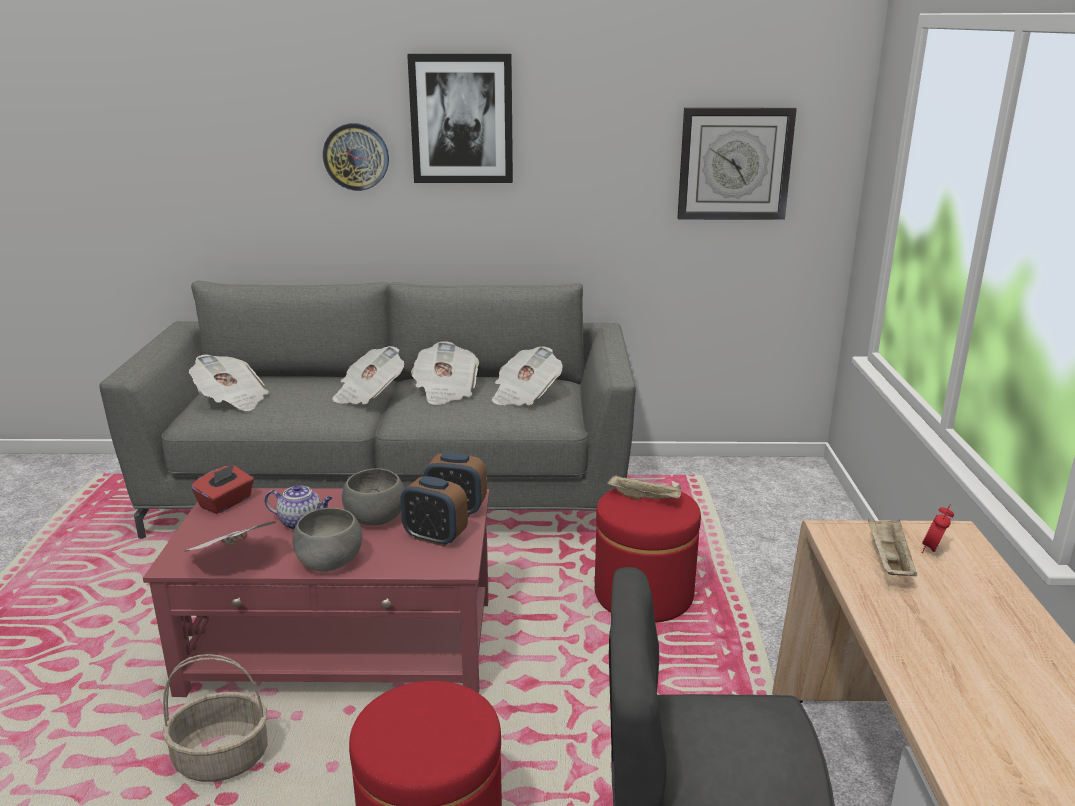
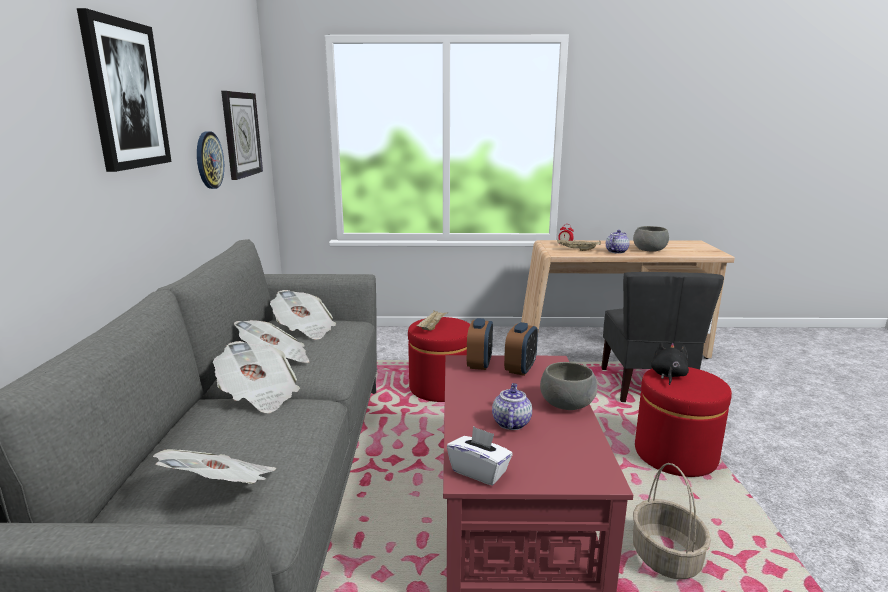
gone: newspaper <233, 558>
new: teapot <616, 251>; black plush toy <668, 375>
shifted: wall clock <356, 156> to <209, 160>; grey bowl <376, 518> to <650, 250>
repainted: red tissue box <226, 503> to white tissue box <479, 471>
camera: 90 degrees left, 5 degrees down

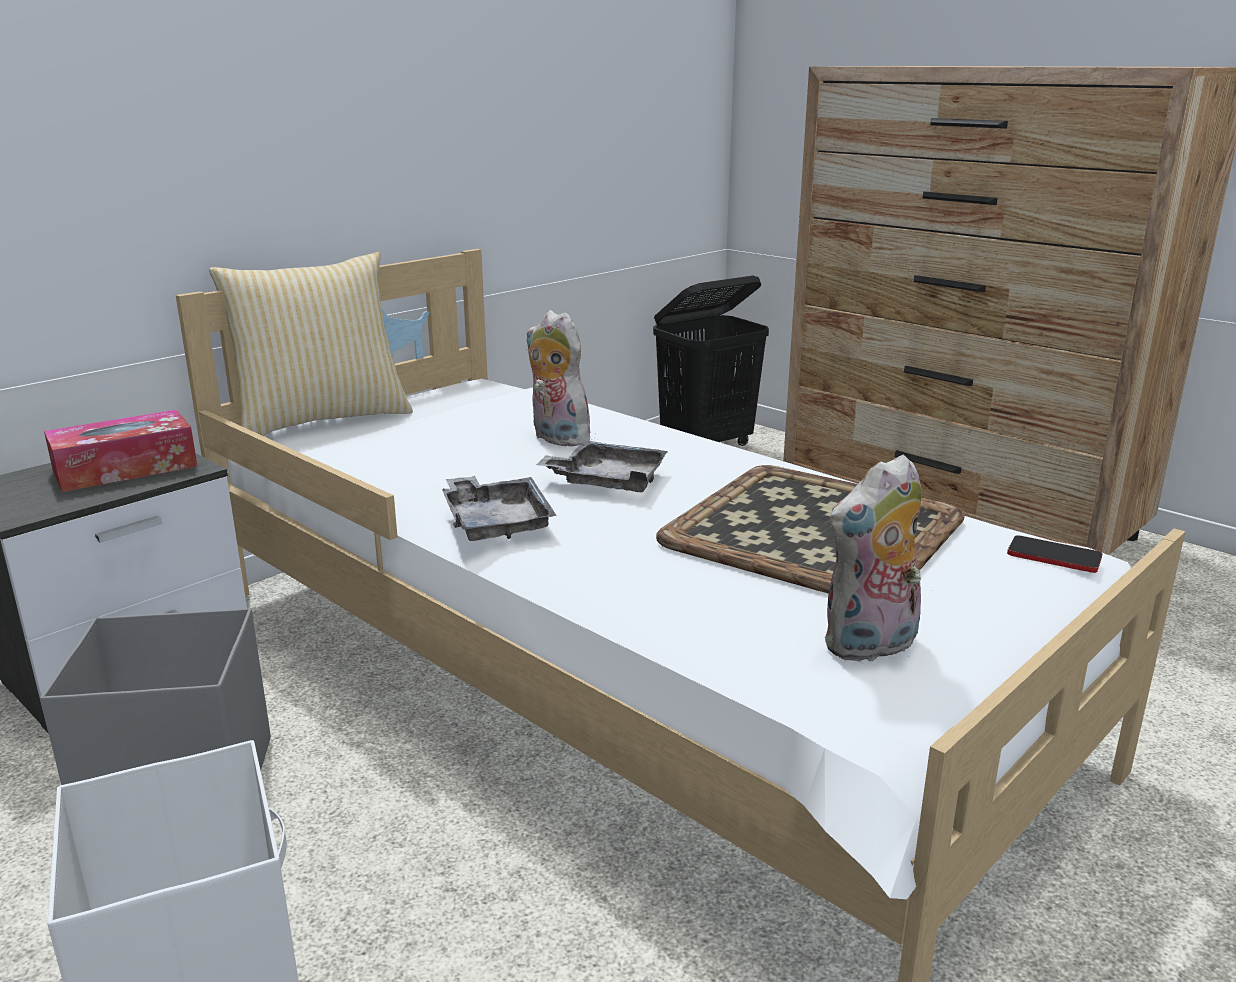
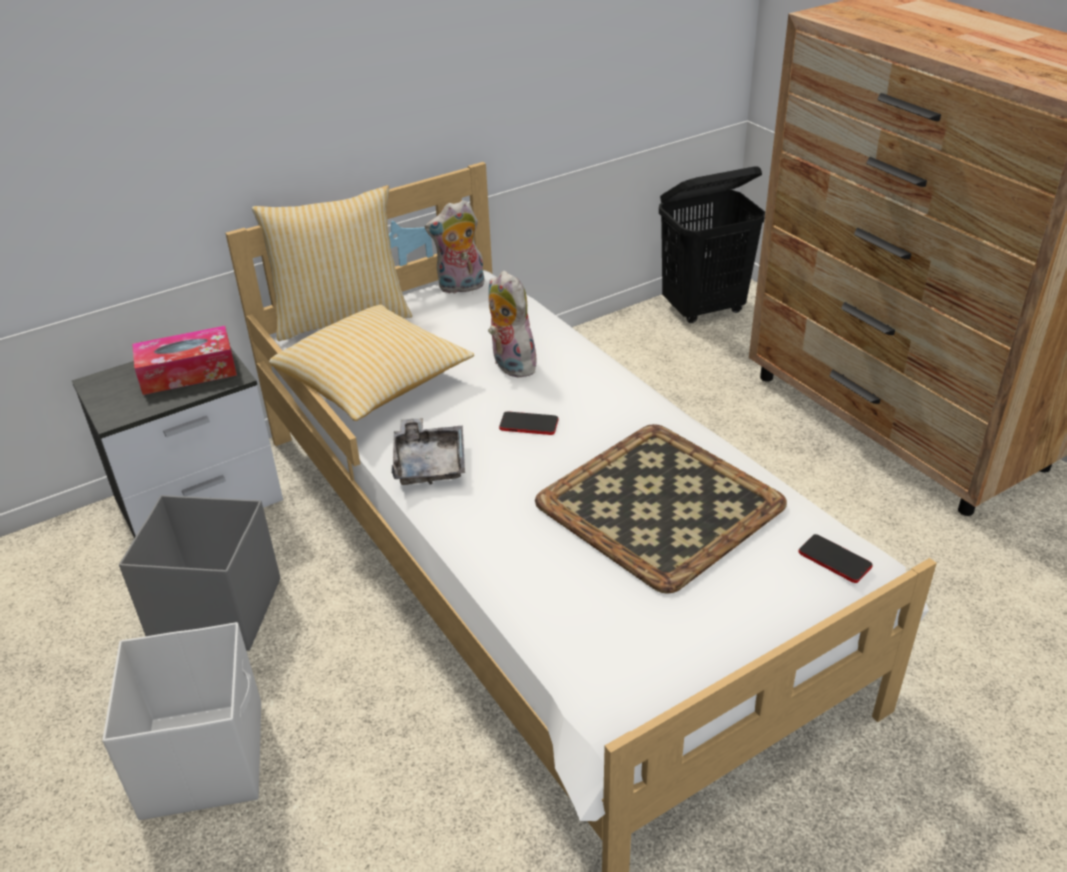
new: pillow <374, 384>
shifted: plush toy <871, 647> to <460, 287>
swapped: grey tray <607, 481> to phone <529, 424>
camera: 15 degrees right, 15 degrees up

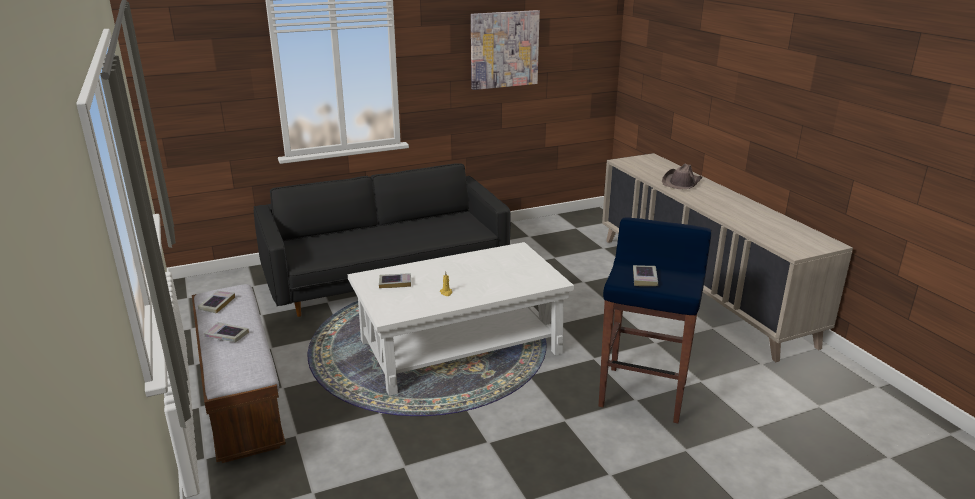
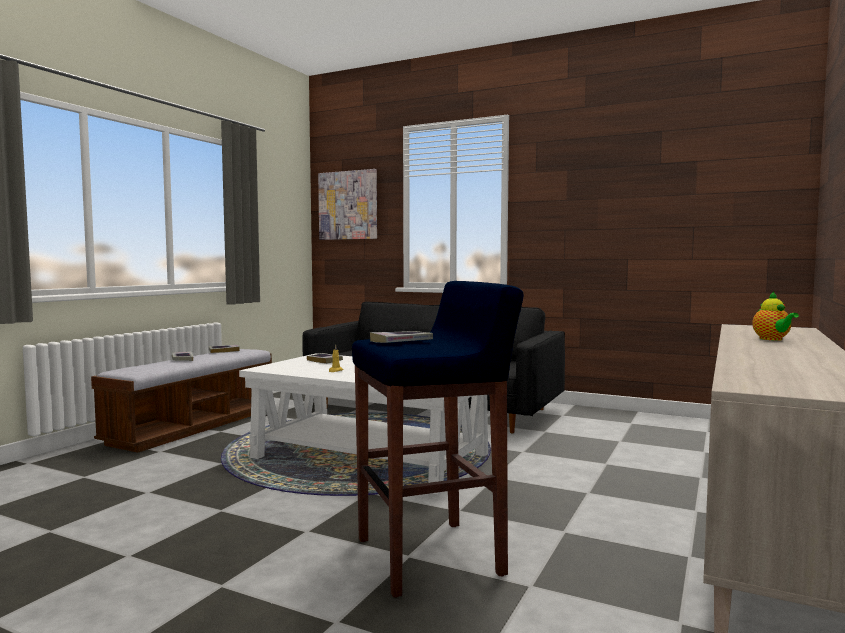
shifted: picture <504, 49> to <348, 205>
swapped: brown hat <681, 182> to teapot <772, 339>
camera: 50 degrees right, 20 degrees down

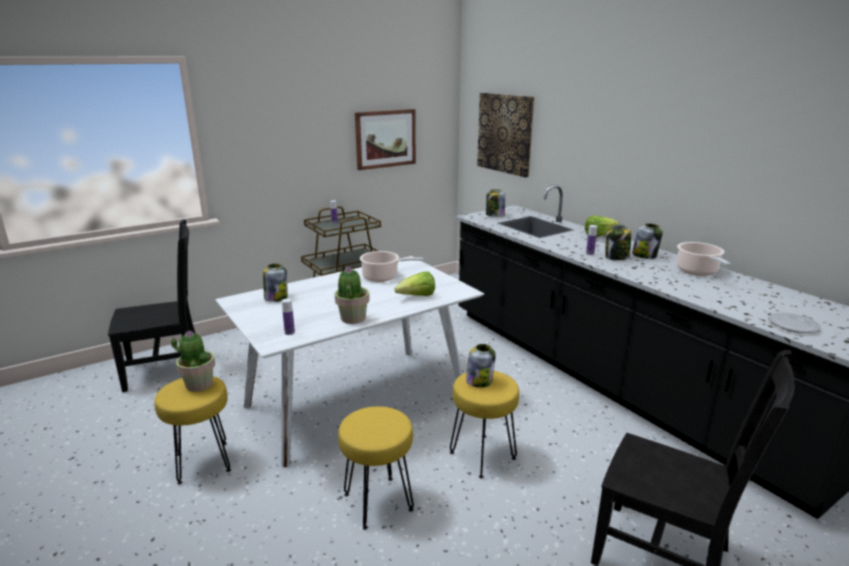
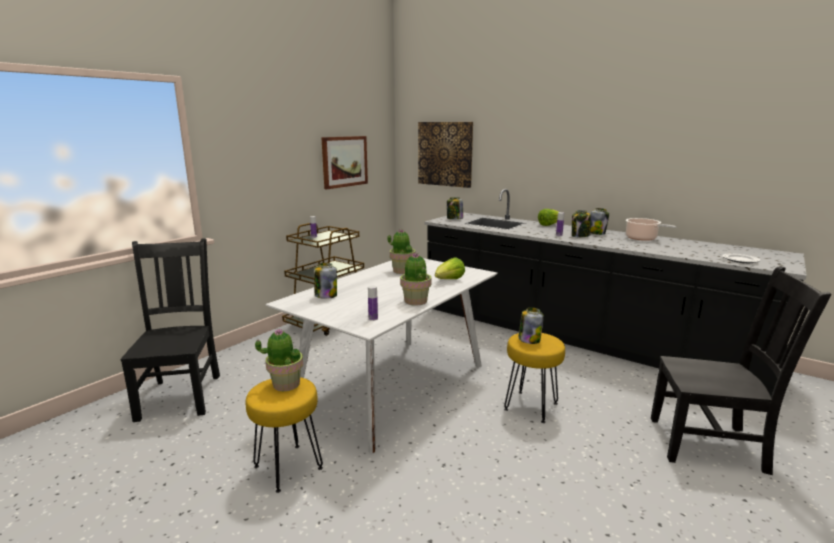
gone: yellow stool <378, 502>
swapped: cooking pot <382, 277> to potted plant <402, 271>
rotated: black chair <168, 369> = <181, 395> 60 degrees counterclockwise
camera: 20 degrees left, 5 degrees down

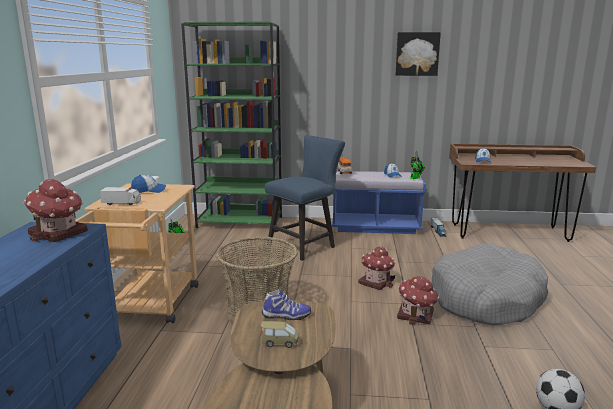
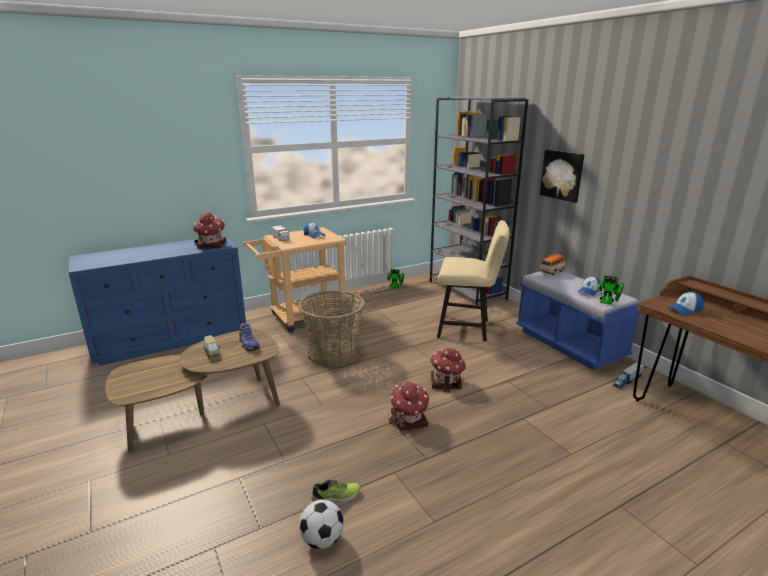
gone: grey dog bed <486, 299>
new: shoe <336, 496>
shifted: picture <417, 54> to <562, 175>
repainted: green bookcase <240, 222> to grey bookcase <467, 290>; blue chair <305, 245> to beige chair <468, 328>
camera: 55 degrees right, 5 degrees up

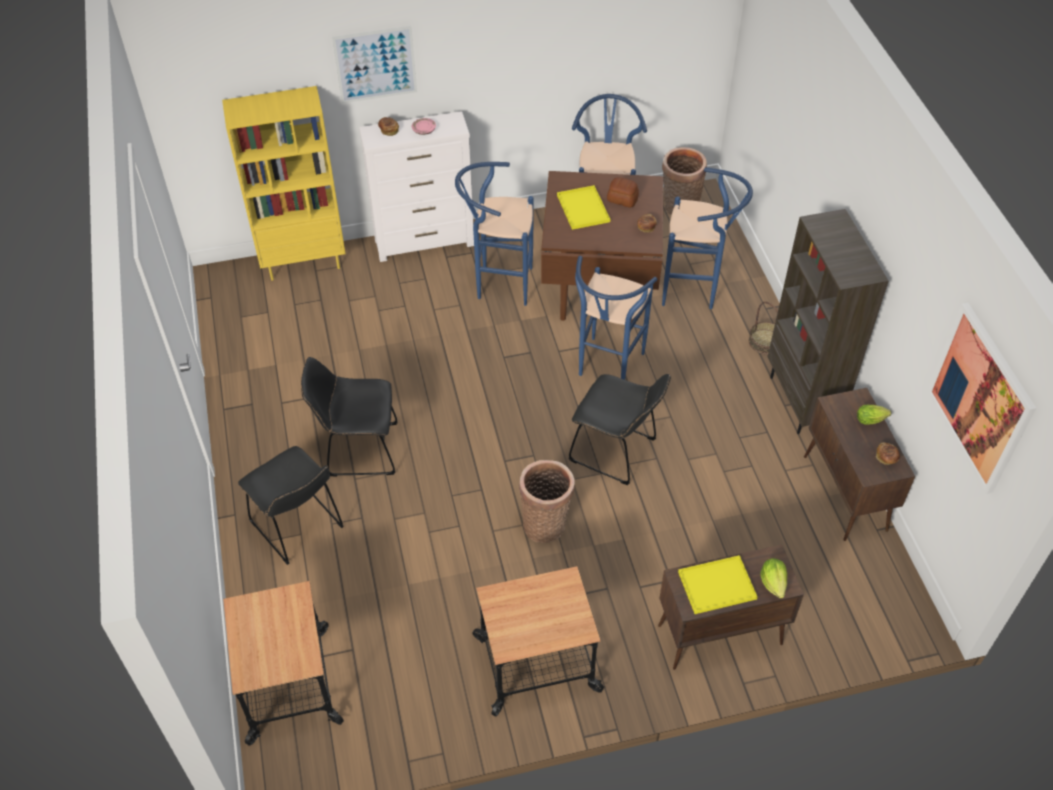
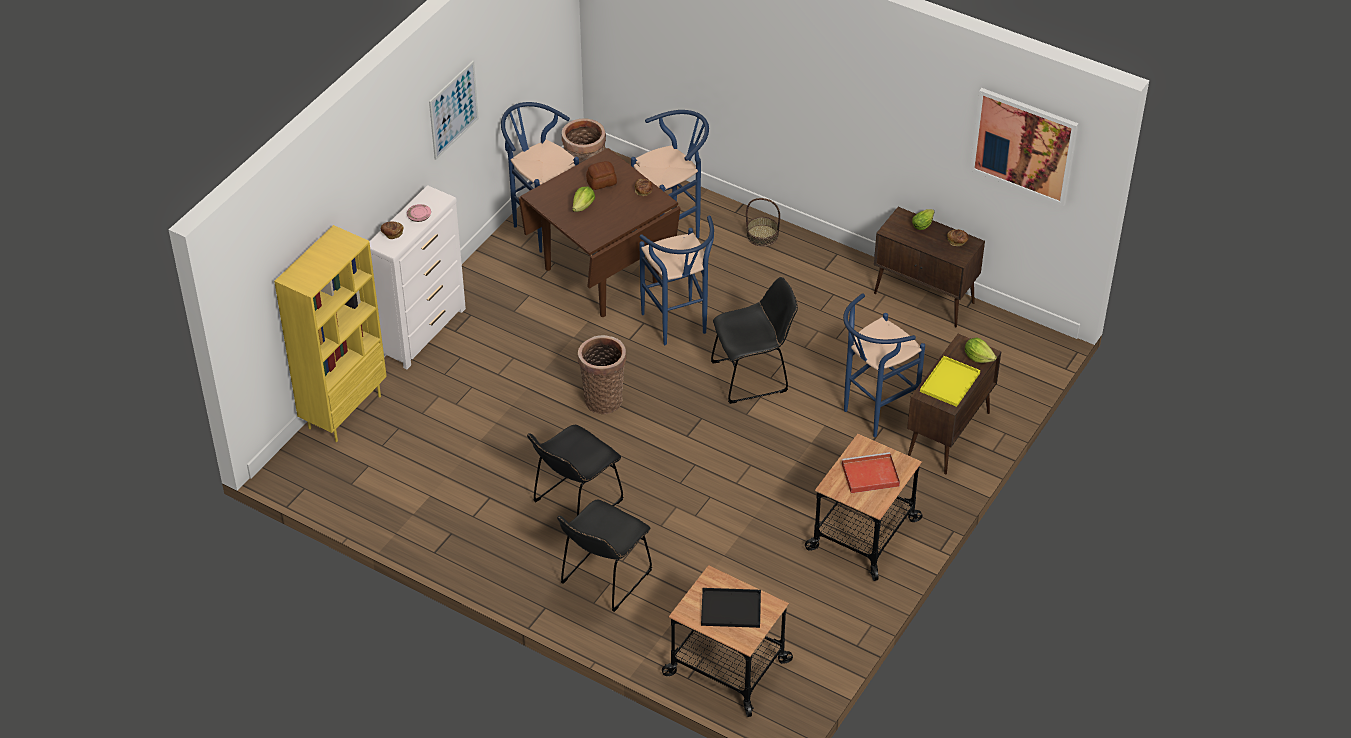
gone: brown bookcase <802, 402>
new: black tray <729, 609>; red tray <869, 475>
shifted: picture <375, 64> to <453, 110>; basket <546, 523> to <603, 398>; blue stool <498, 284> to <873, 415>
swapped: yellow tray <584, 209> to lettuce <583, 206>
rotated: black chair <299, 528> = <603, 580> 120 degrees clockwise
camera: 45 degrees left, 5 degrees down

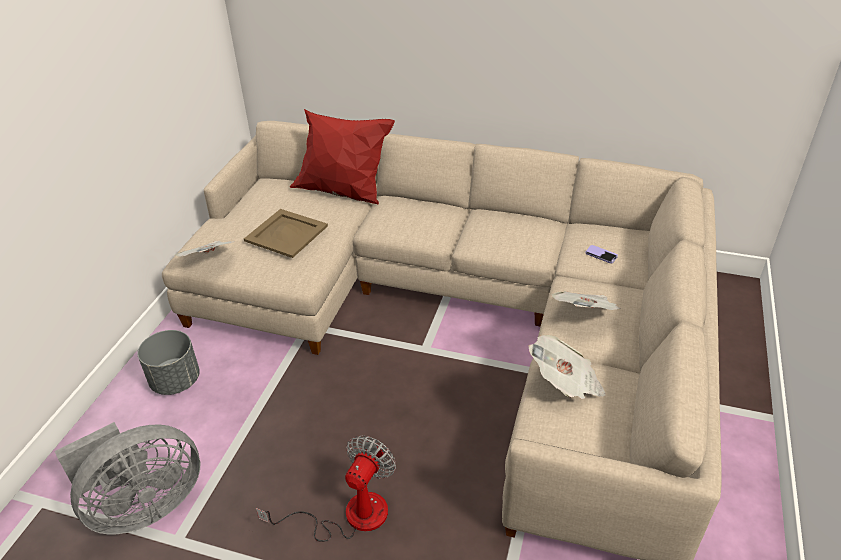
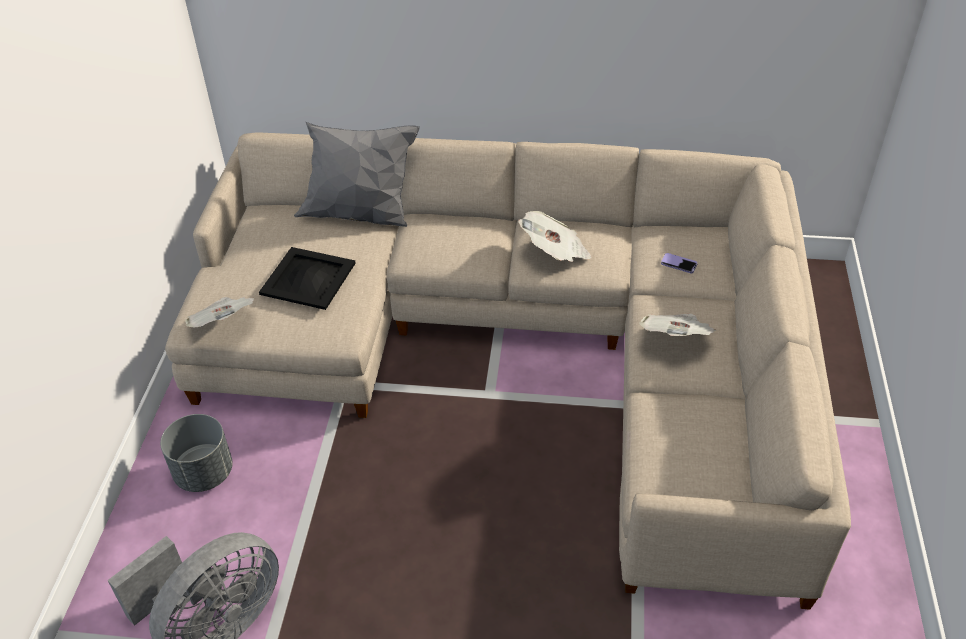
gone: fan <350, 515>
shifted: newspaper <565, 383> to <555, 252>
repainted: beige tray <286, 233> to black tray <307, 278>; red pillow <344, 193> to grey pillow <361, 216>
camera: 10 degrees left, 5 degrees up

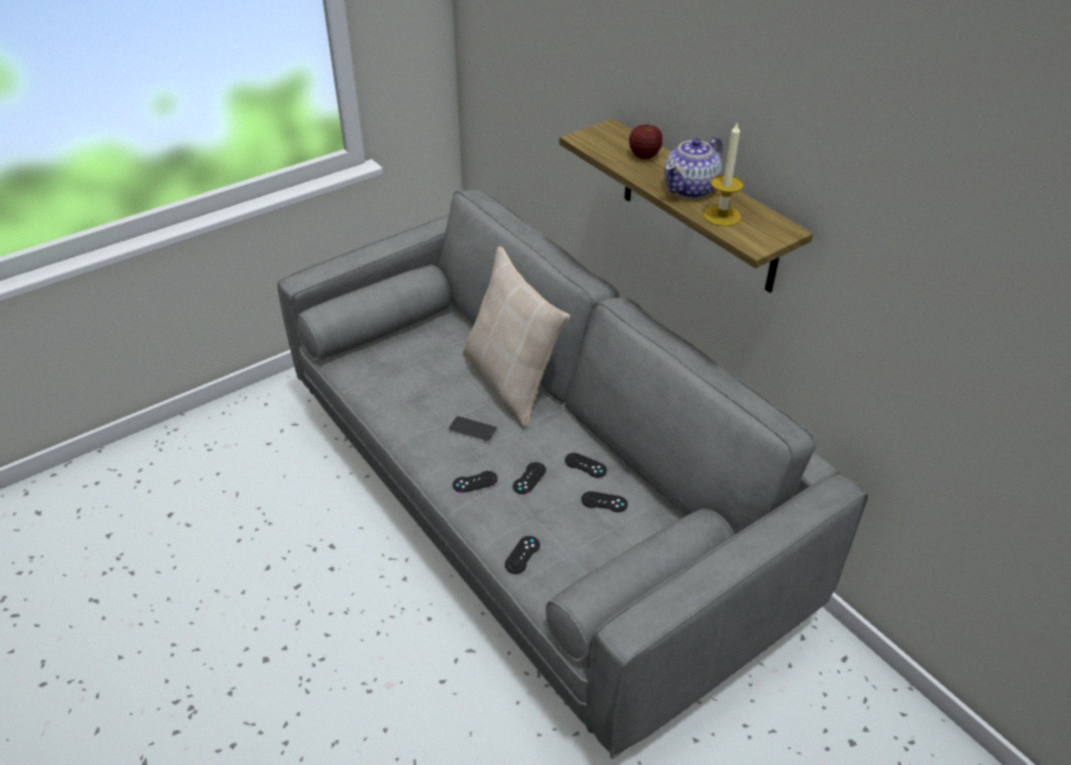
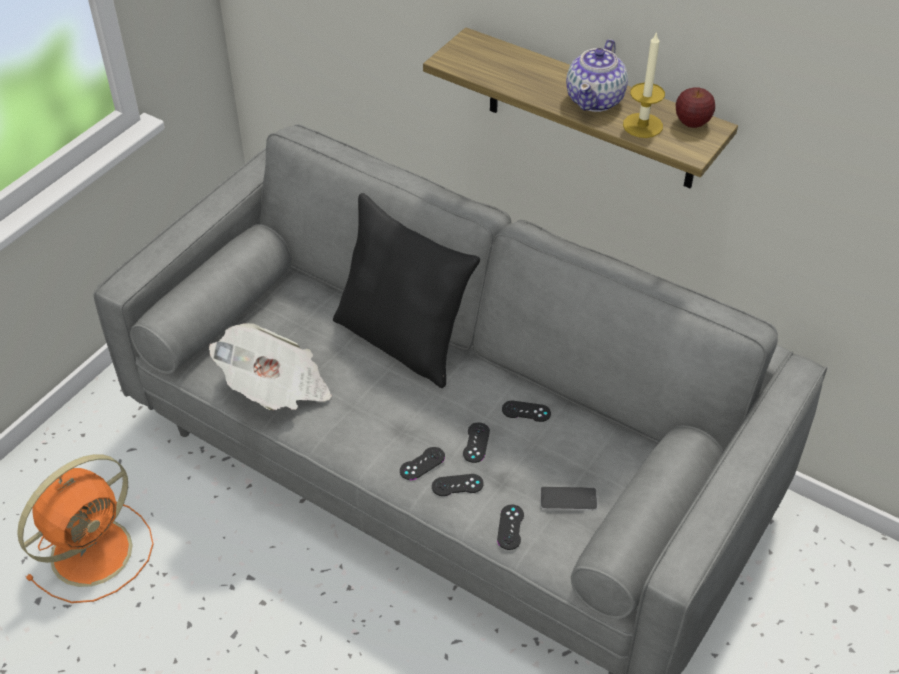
new: orange fan <95, 550>; newspaper <276, 388>
shifted: black game controller <604, 502> to <457, 485>; phone <472, 429> to <568, 498>; apple <644, 155> to <692, 122>
repainted: beige pillow <511, 383> to black pillow <403, 340>
camera: 20 degrees left, 5 degrees up

